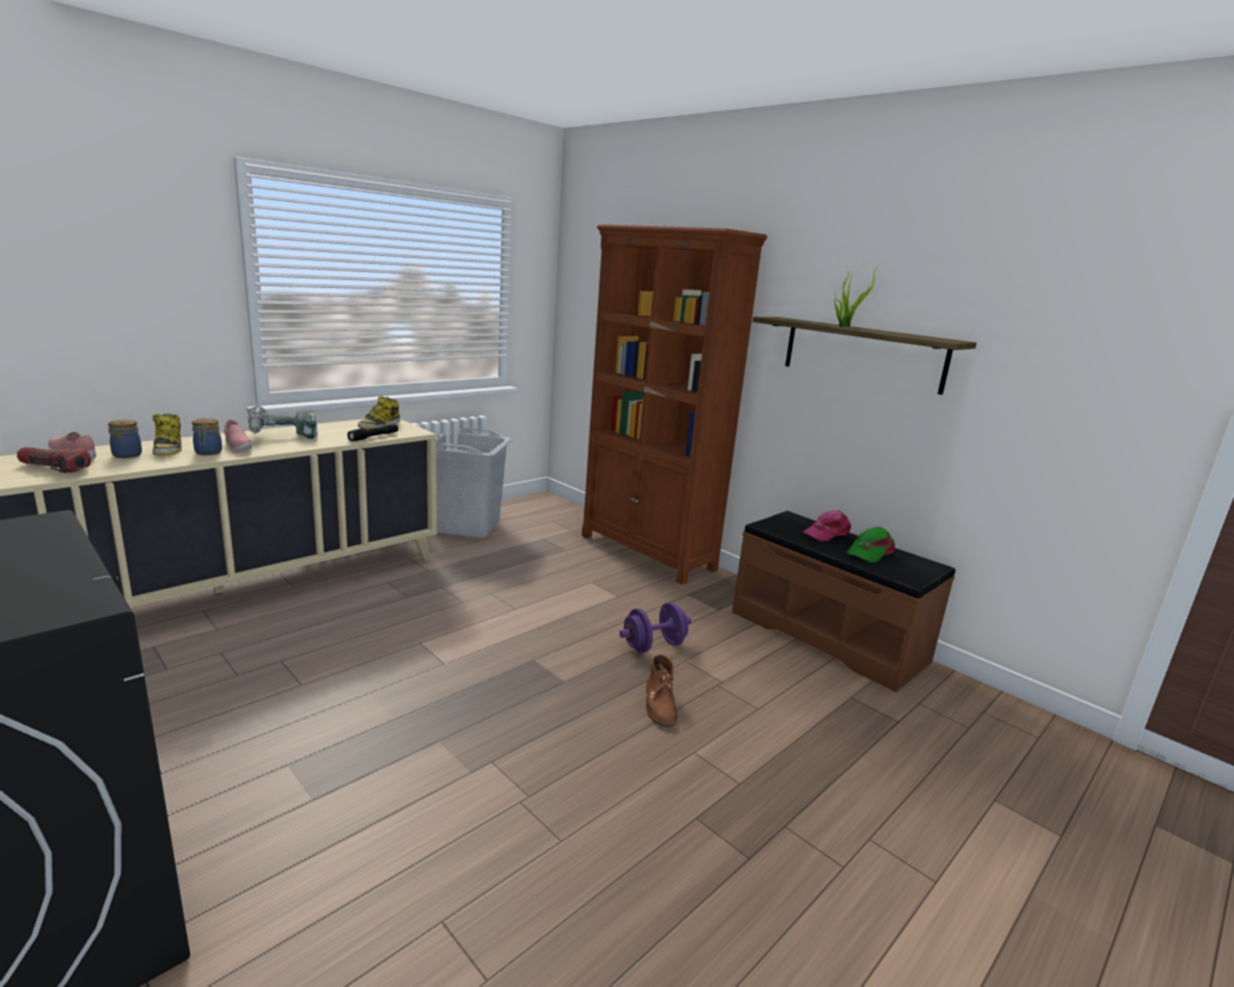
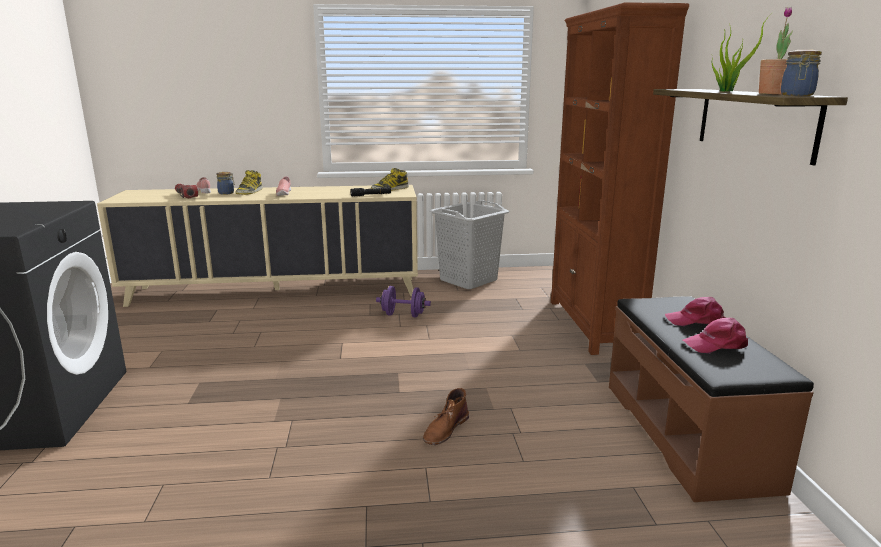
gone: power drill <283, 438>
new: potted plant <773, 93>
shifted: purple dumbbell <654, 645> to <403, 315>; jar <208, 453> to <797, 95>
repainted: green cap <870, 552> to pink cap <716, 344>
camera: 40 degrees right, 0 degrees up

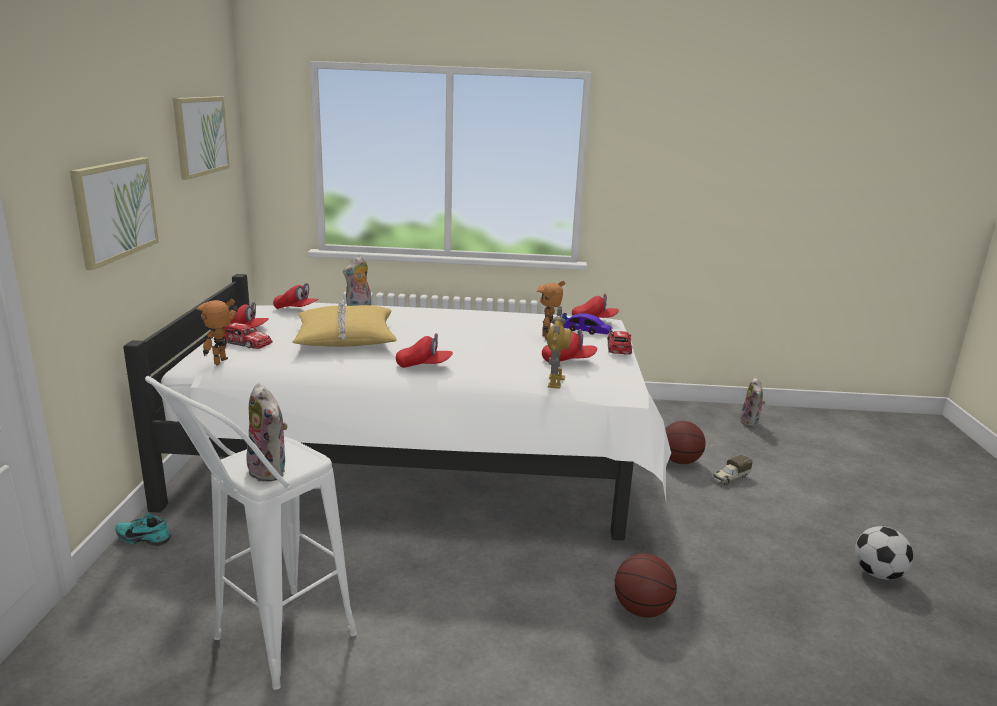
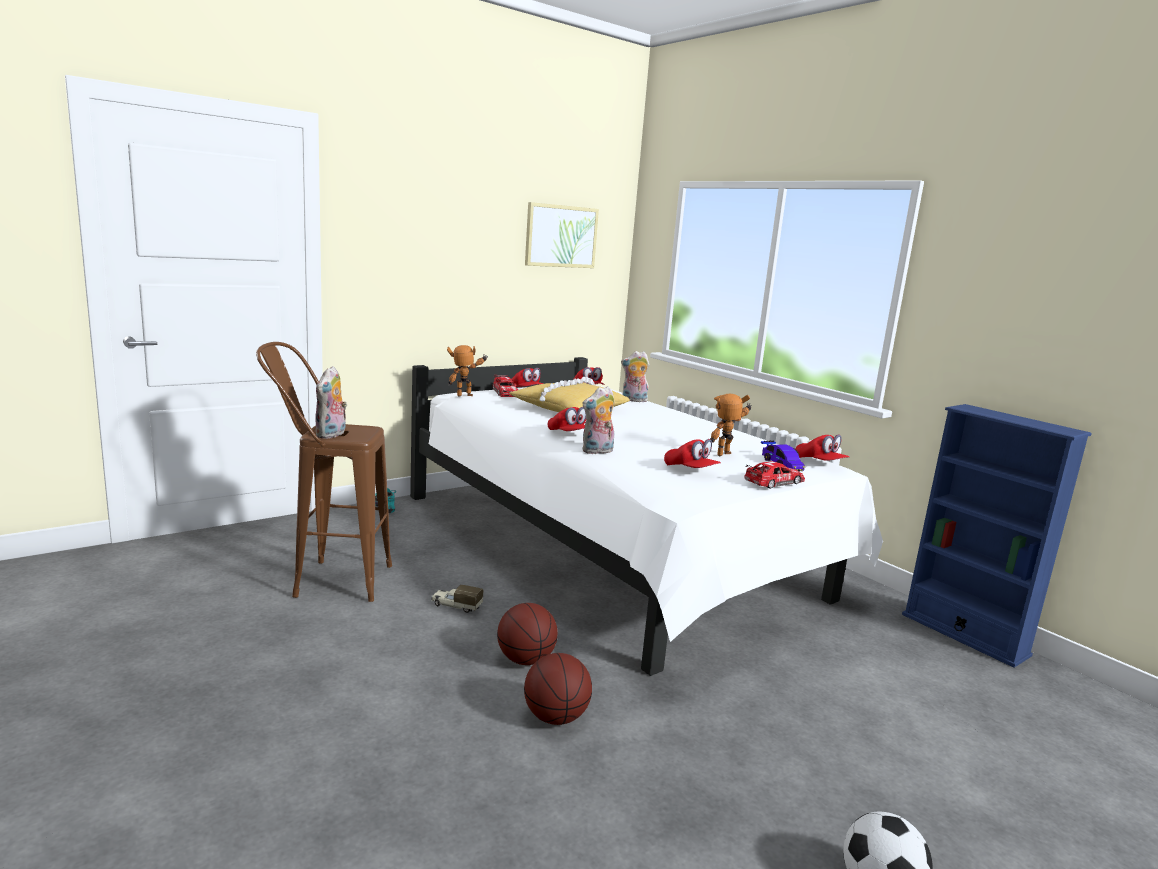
gone: picture <115, 210>; toy robot <555, 381>
new: blue bookcase <964, 634>
shifted: toy truck <730, 478> to <455, 606>; basketball <680, 461> to <525, 660>; plush toy <750, 423> to <597, 451>
repainted: white stool <267, 648> to brown stool <327, 580>
camera: 50 degrees right, 5 degrees down

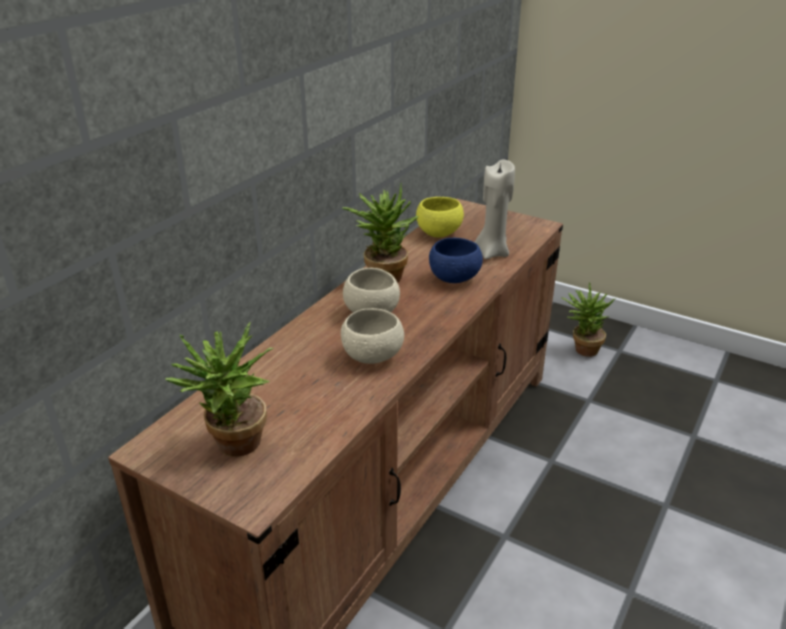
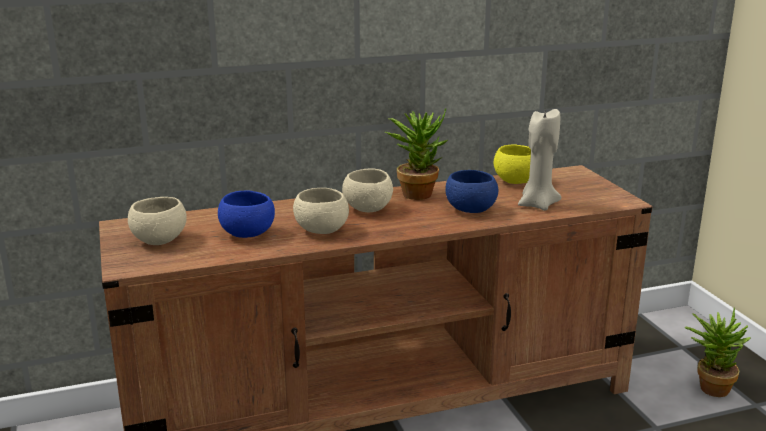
new: blue bowl <247, 234>
swapped: potted plant <233, 447> to beige bowl <160, 240>
camera: 40 degrees right, 10 degrees down

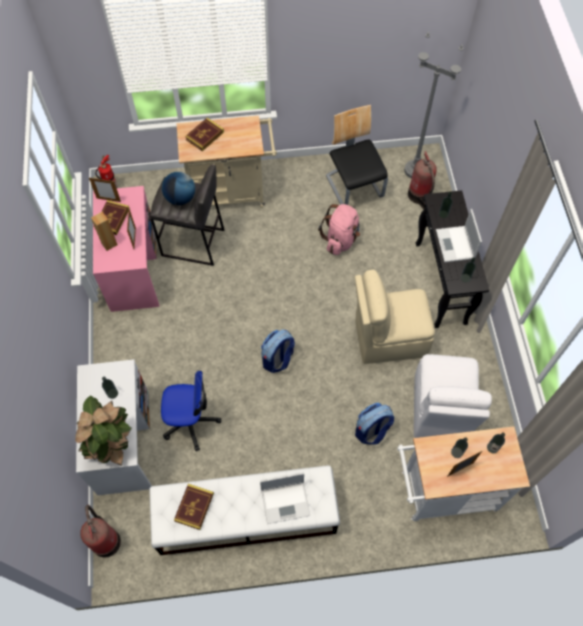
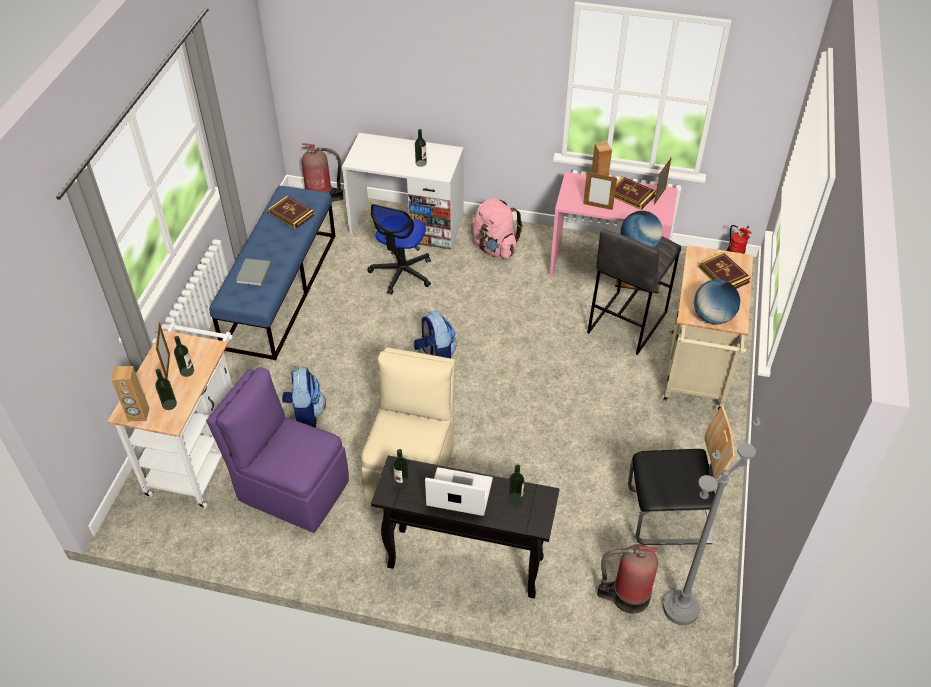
gone: potted plant <111, 444>
new: brown speaker <138, 415>; globe <712, 317>
shifted: pink backpack <340, 239> to <494, 247>
swapped: laptop <286, 502> to grey book <253, 274>
repainted: white chair <439, 410> to purple chair <291, 489>; white bench <245, 517> to blue bench <281, 289>
camera: 110 degrees right, 15 degrees down

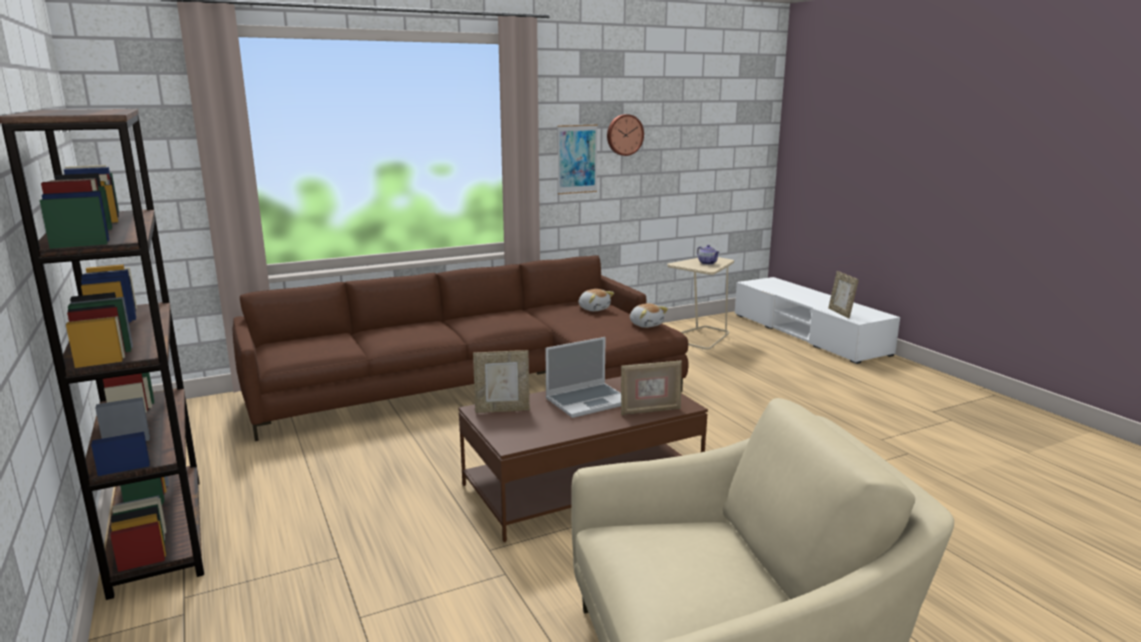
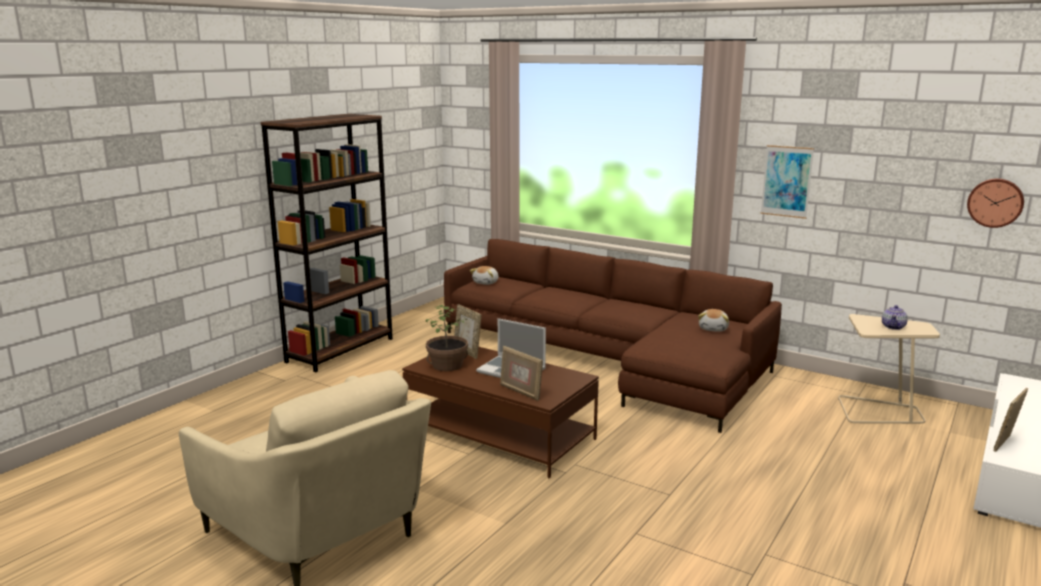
new: potted plant <447, 365>
shifted: plush toy <646, 325> to <486, 282>; wall clock <624, 135> to <995, 202>
camera: 60 degrees right, 0 degrees up

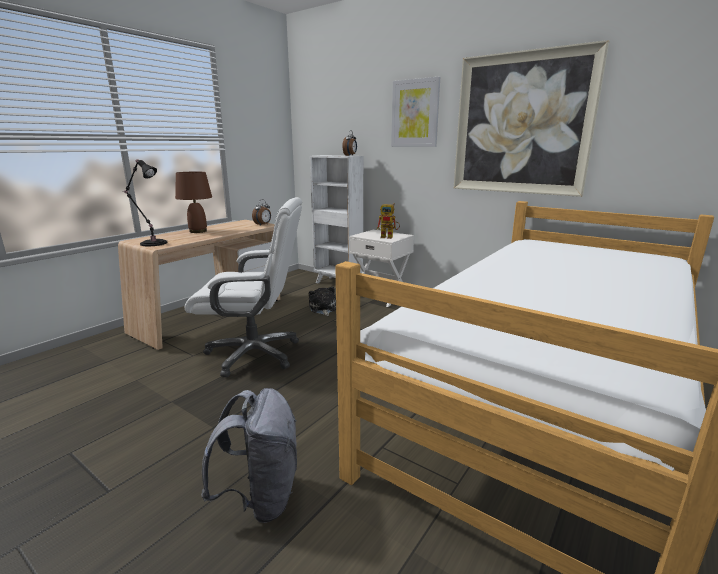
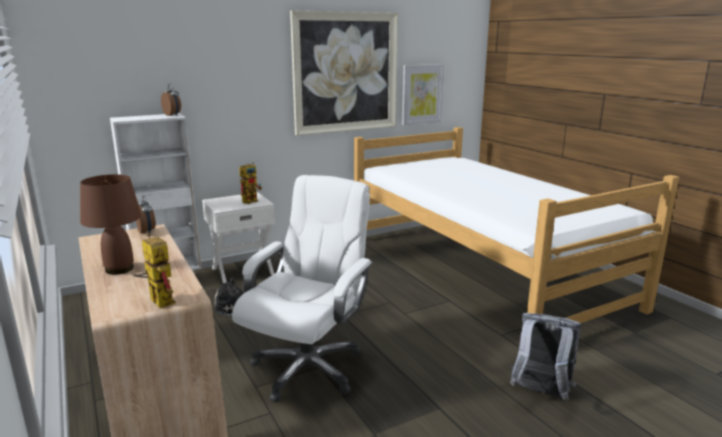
shifted: picture <415, 113> to <422, 94>
swapped: black table lamp <152, 243> to toy robot <157, 300>
camera: 65 degrees left, 0 degrees up

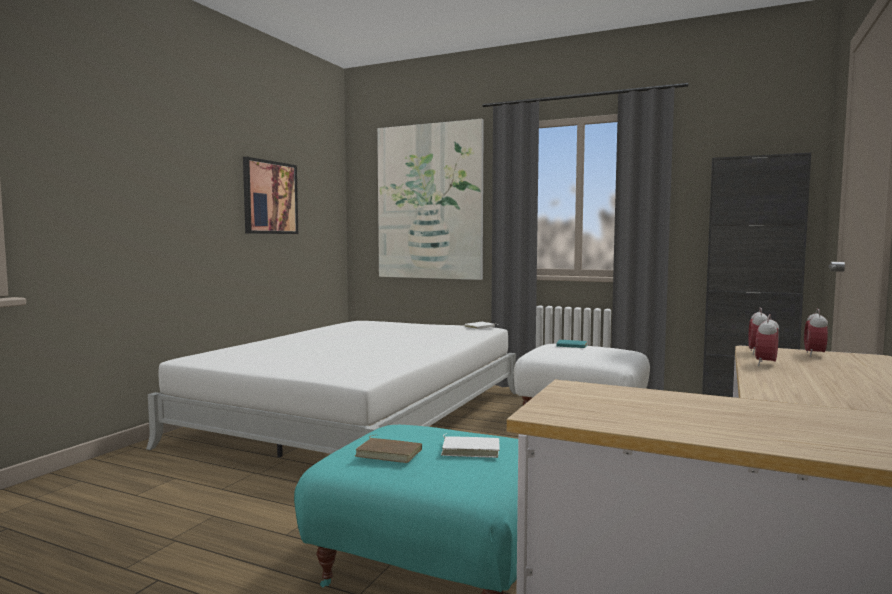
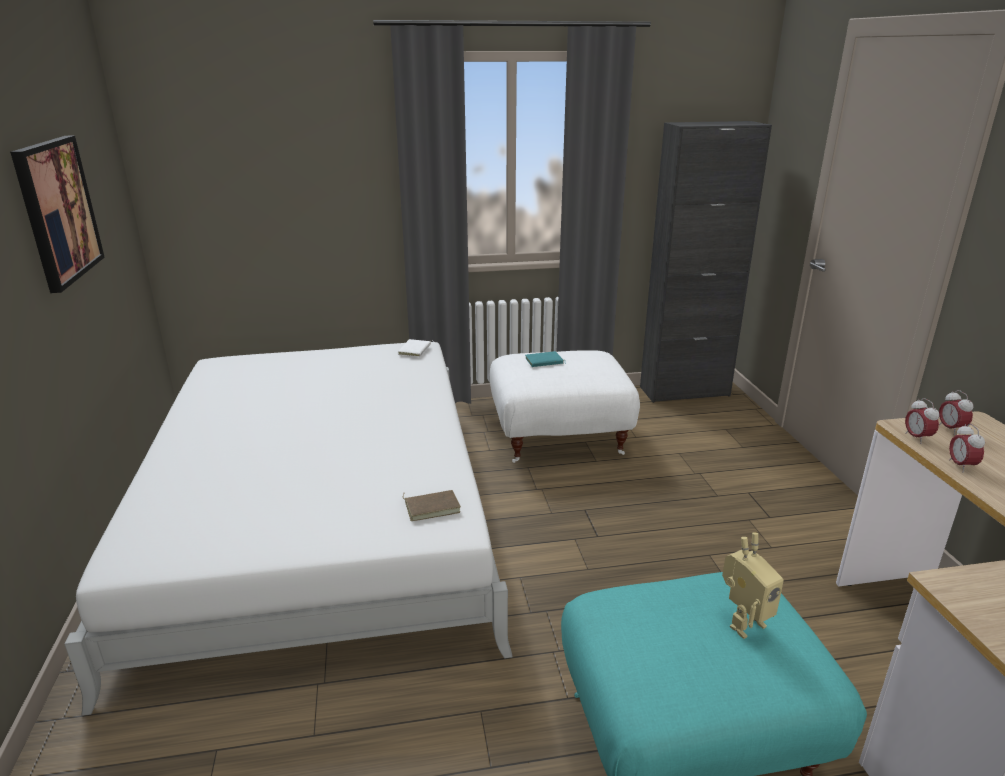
gone: picture <429, 202>
shifted: brown book <390, 453> to <432, 507>
swapped: white book <471, 449> to toy robot <743, 623>
camera: 35 degrees left, 20 degrees up

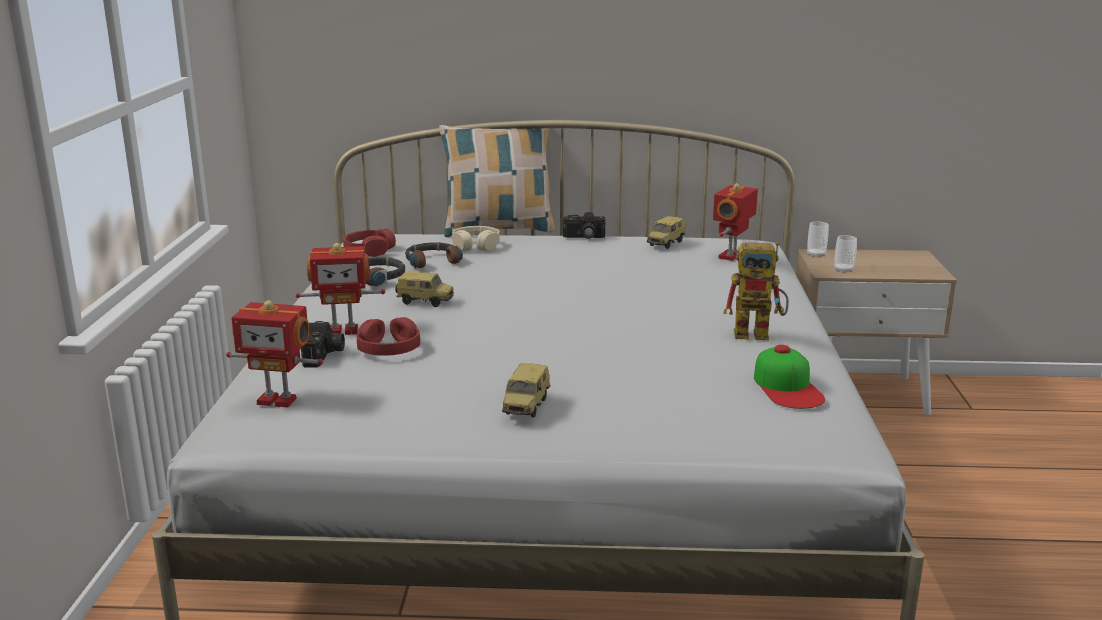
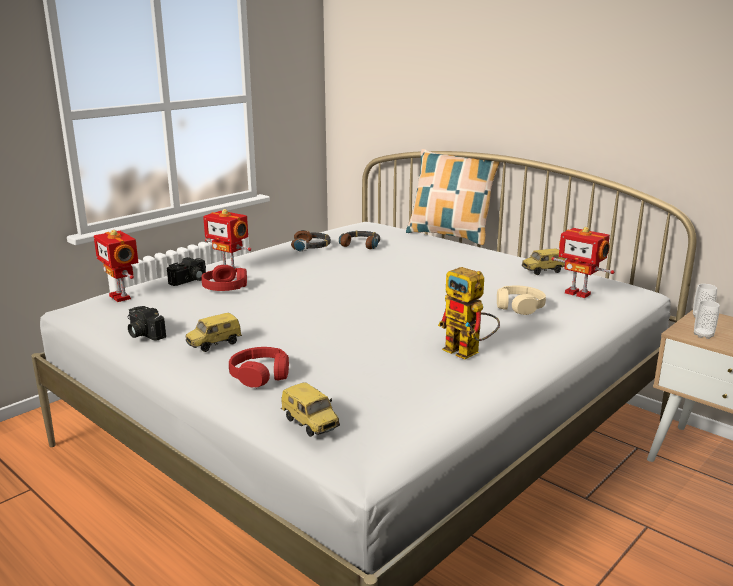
gone: cap <787, 387>
shifted: photo camera <583, 237> to <143, 334>; red headphones <369, 250> to <260, 375>; toy car <425, 302> to <311, 424>; beige headphones <475, 246> to <519, 307>
rotated: toy robot <731, 256> = <578, 293> 120 degrees counterclockwise
camera: 40 degrees right, 0 degrees up

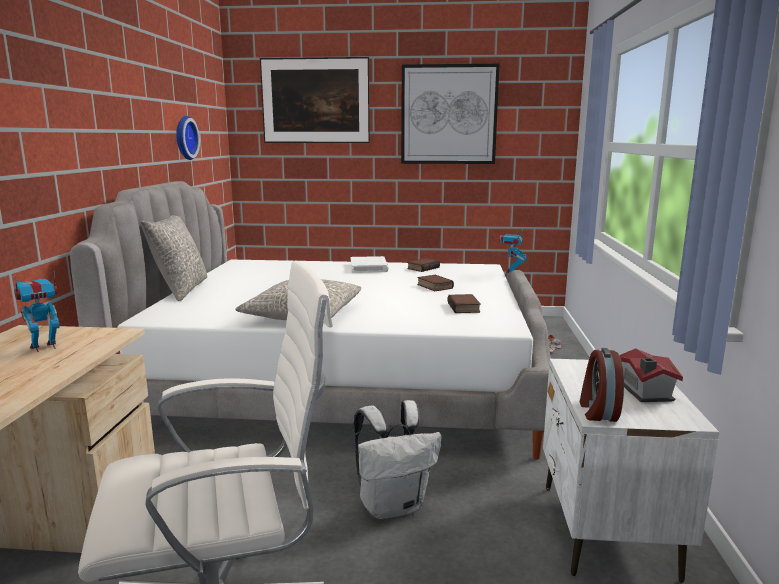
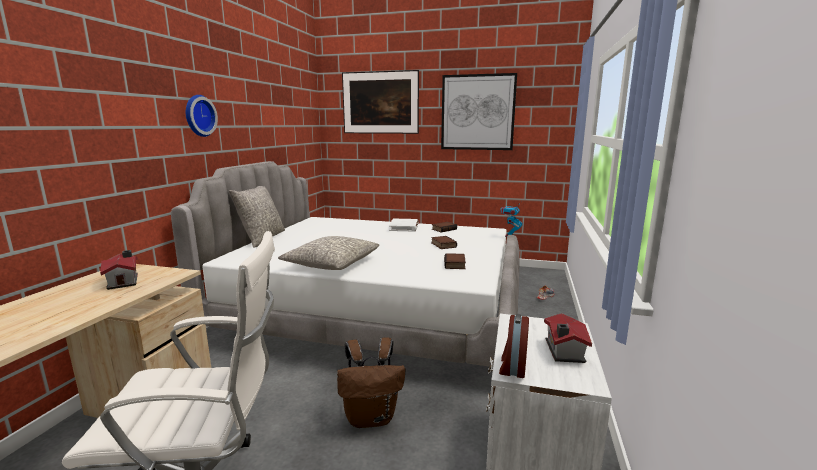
shifted: wall clock <184, 138> to <198, 116>
swapped: toy robot <44, 347> to toy house <124, 281>
repainted: white backpack <393, 505> to brown backpack <371, 417>
camera: 10 degrees right, 0 degrees up

